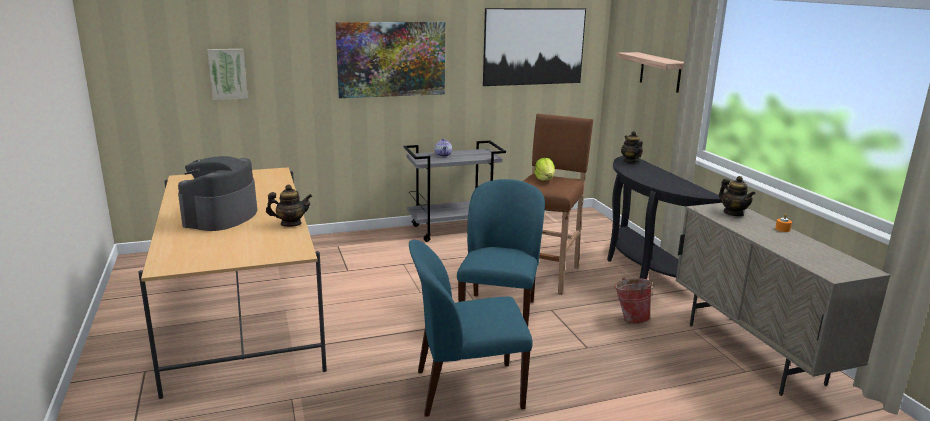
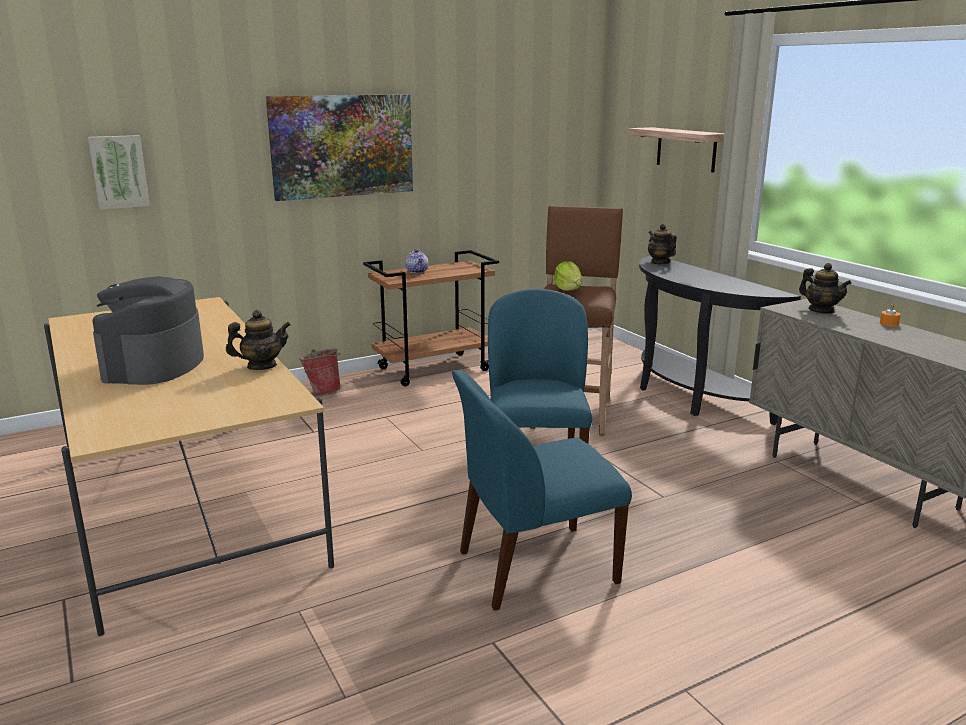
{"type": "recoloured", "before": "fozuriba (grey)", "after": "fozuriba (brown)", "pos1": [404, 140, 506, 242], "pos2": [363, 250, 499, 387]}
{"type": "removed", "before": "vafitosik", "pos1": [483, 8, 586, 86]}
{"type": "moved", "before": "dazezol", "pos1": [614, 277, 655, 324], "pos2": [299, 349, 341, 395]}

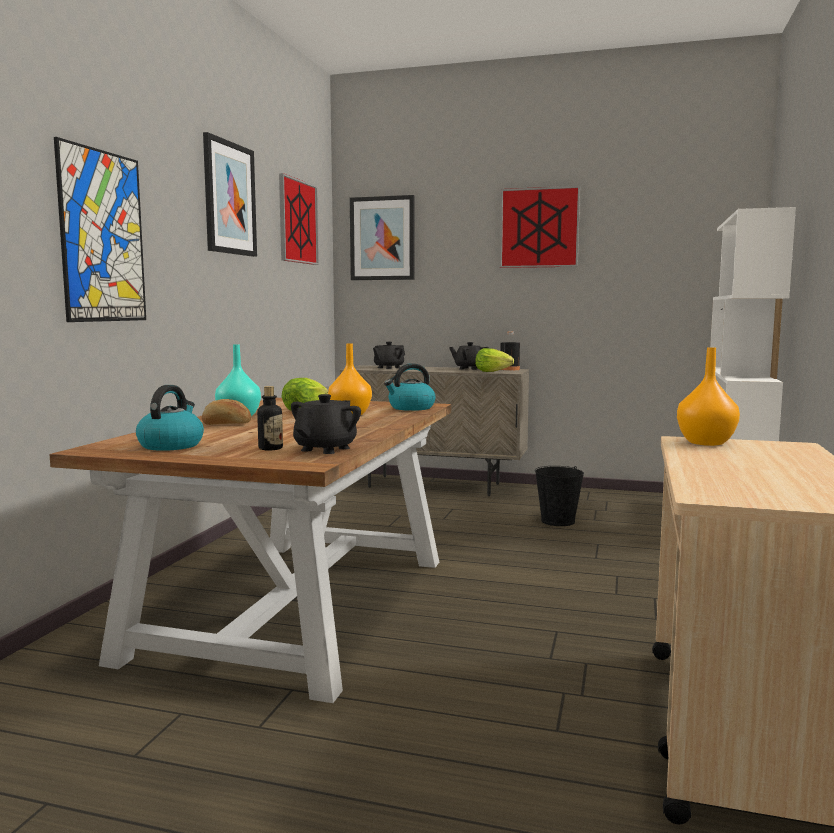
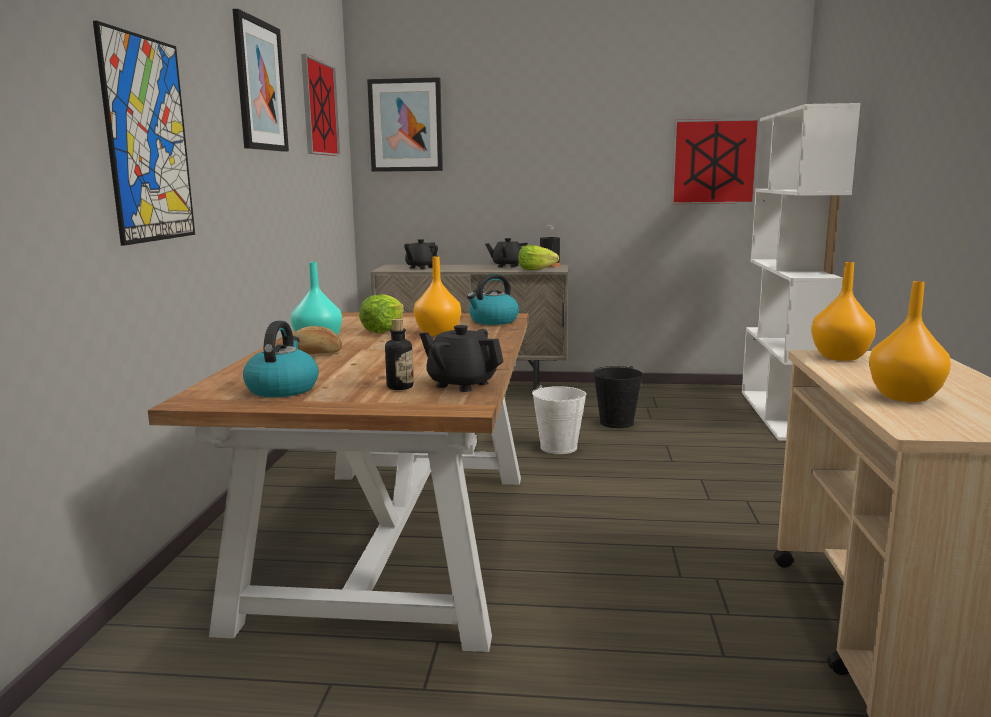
{"type": "turned", "before": "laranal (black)", "pos1": [291, 394, 361, 454], "pos2": [420, 325, 504, 392], "turn": -75}
{"type": "moved", "before": "vafitosik", "pos1": [500, 186, 580, 268], "pos2": [671, 118, 760, 204]}
{"type": "added", "after": "dazezol (white)", "pos2": [532, 385, 586, 454]}
{"type": "added", "after": "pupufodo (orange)", "pos2": [869, 281, 951, 402]}

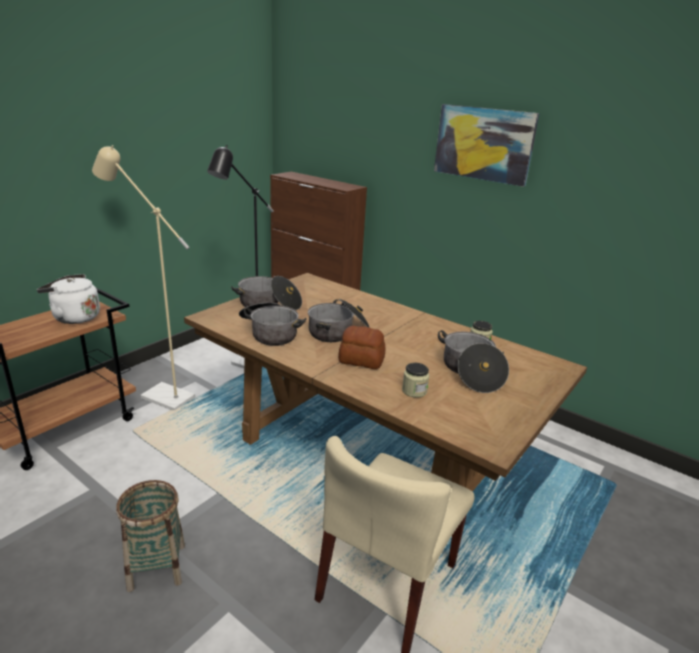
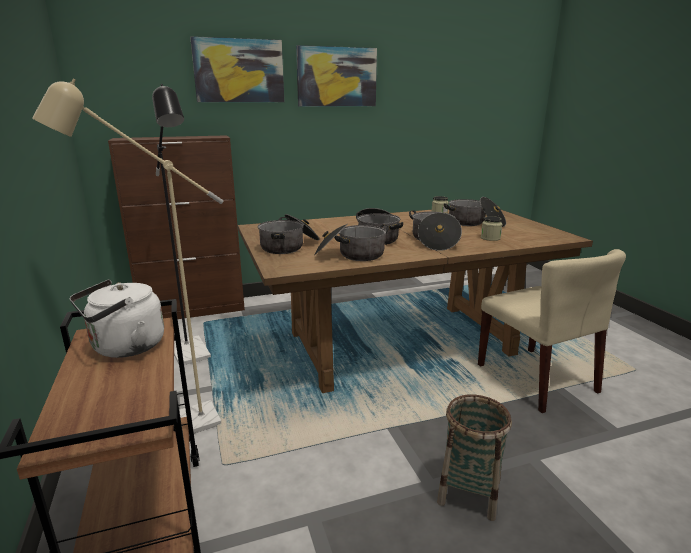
{"type": "replaced", "before": "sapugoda", "after": "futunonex", "pos1": [338, 326, 386, 369], "pos2": [409, 210, 462, 251]}
{"type": "added", "after": "vafitosik", "pos2": [190, 36, 284, 102]}

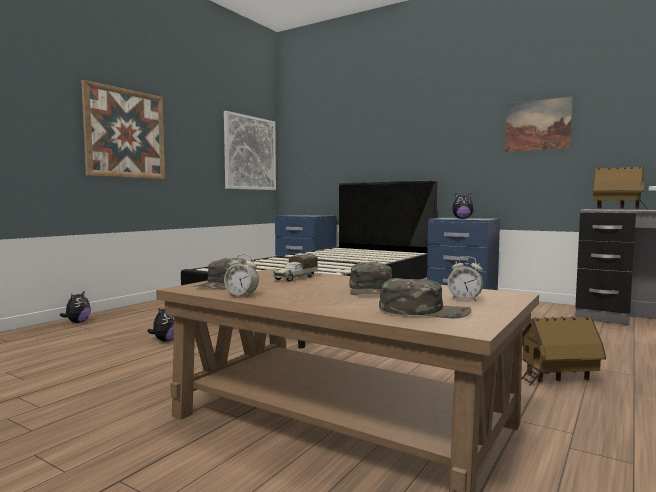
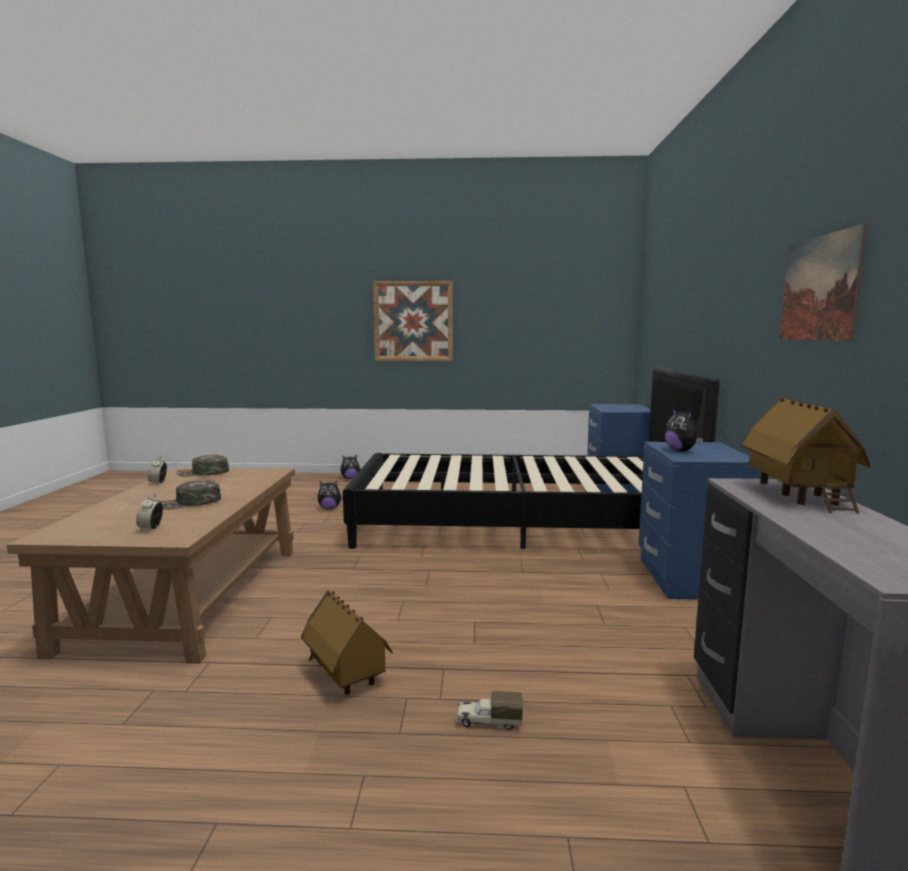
{"type": "removed", "before": "vafitosik", "pos1": [224, 111, 276, 190]}
{"type": "moved", "before": "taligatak", "pos1": [273, 254, 318, 282], "pos2": [456, 691, 523, 730]}
{"type": "removed", "before": "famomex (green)", "pos1": [379, 278, 471, 318]}

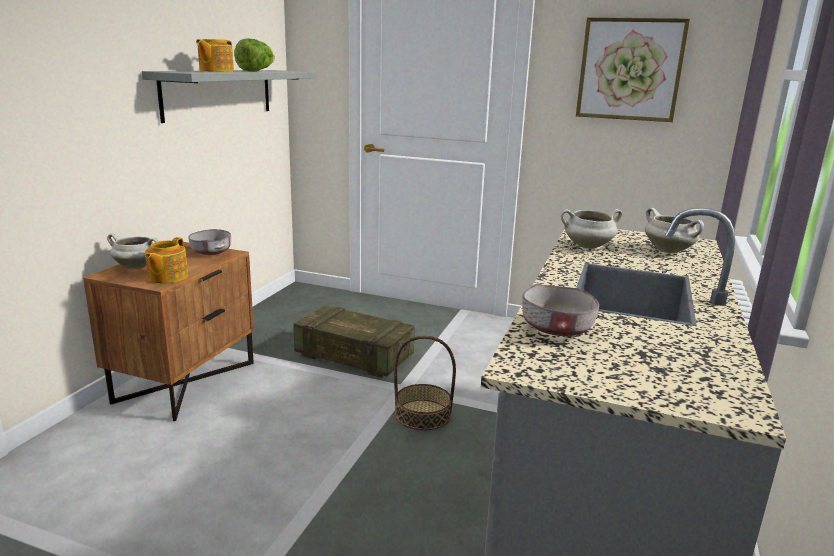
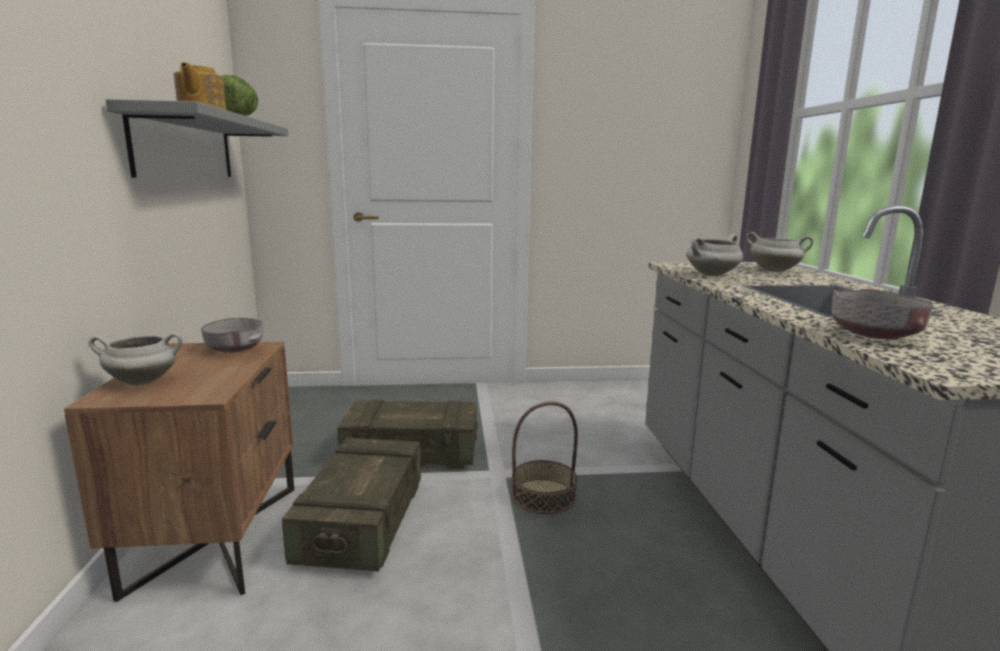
{"type": "removed", "before": "laranal", "pos1": [145, 237, 188, 284]}
{"type": "removed", "before": "vafitosik", "pos1": [576, 17, 690, 122]}
{"type": "added", "after": "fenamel", "pos2": [282, 438, 421, 571]}

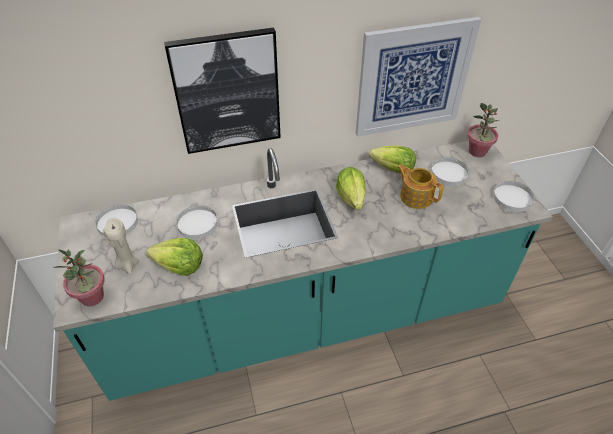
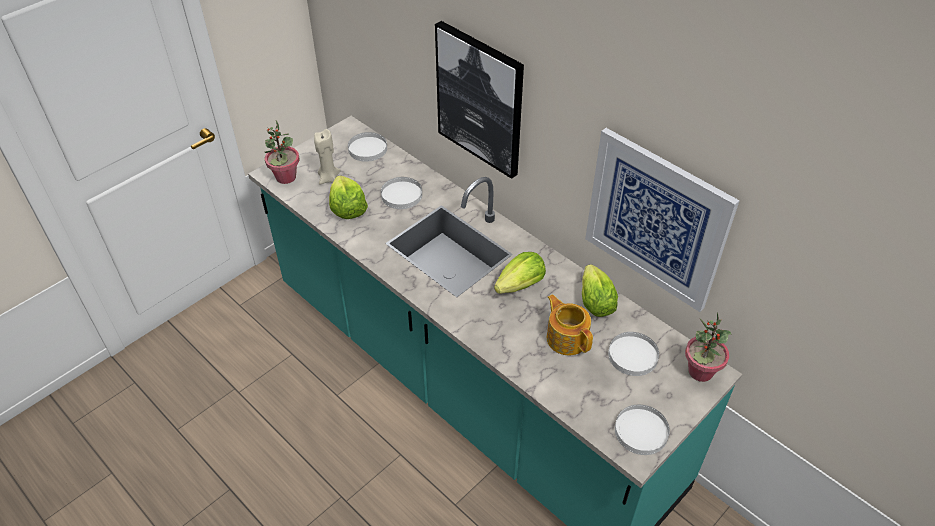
{"type": "turned", "before": "laranal", "pos1": [397, 164, 443, 209], "pos2": [547, 294, 593, 356], "turn": -45}

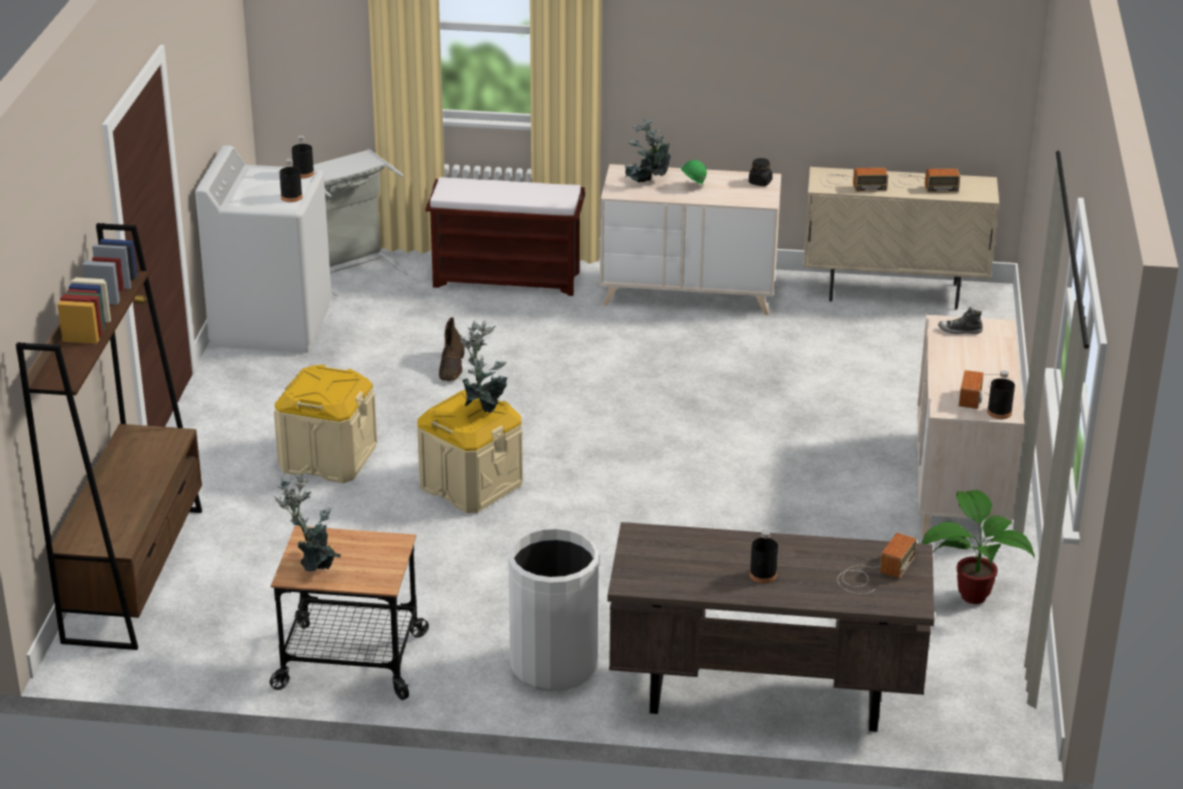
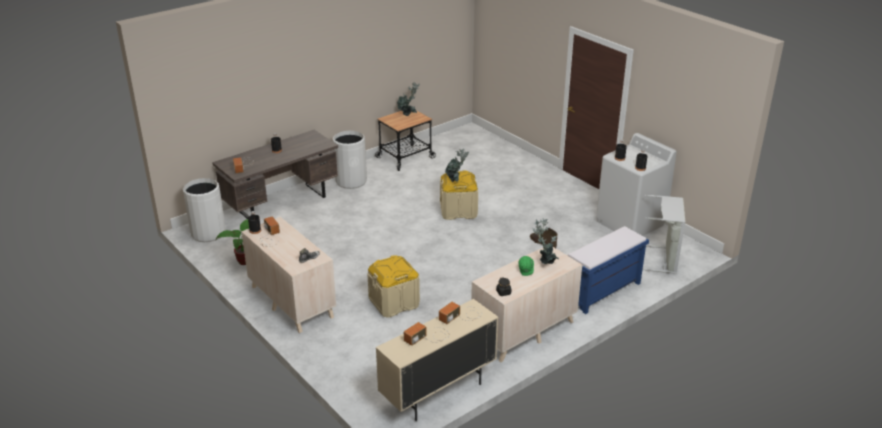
{"type": "removed", "before": "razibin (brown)", "pos1": [16, 223, 202, 650]}
{"type": "moved", "before": "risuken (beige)", "pos1": [274, 365, 377, 483], "pos2": [367, 256, 420, 318]}
{"type": "recoloured", "before": "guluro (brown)", "after": "guluro (blue)", "pos1": [426, 177, 585, 296], "pos2": [568, 226, 649, 314]}
{"type": "added", "after": "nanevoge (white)", "pos2": [183, 178, 226, 242]}

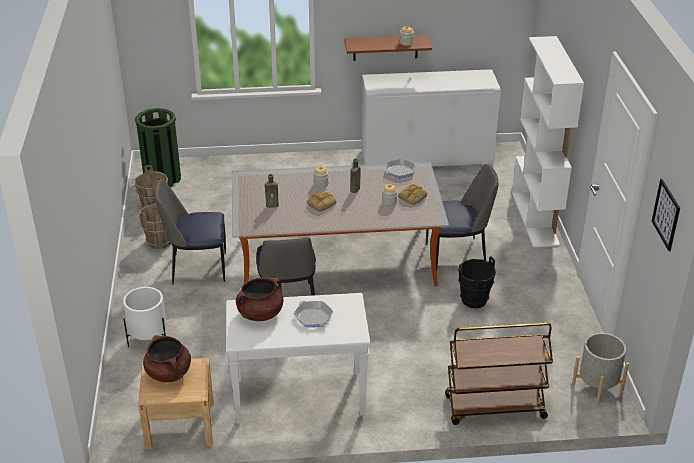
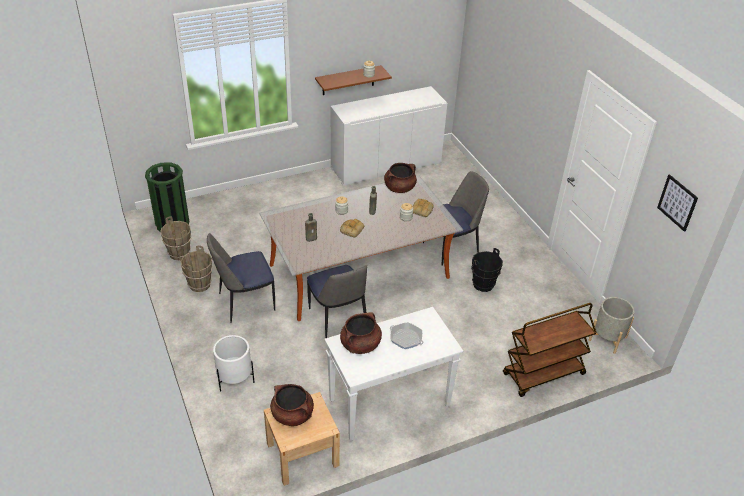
{"type": "replaced", "before": "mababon", "after": "futunonex (brown)", "pos1": [383, 159, 417, 179], "pos2": [384, 163, 417, 193]}
{"type": "removed", "before": "razibin (white)", "pos1": [512, 36, 584, 247]}

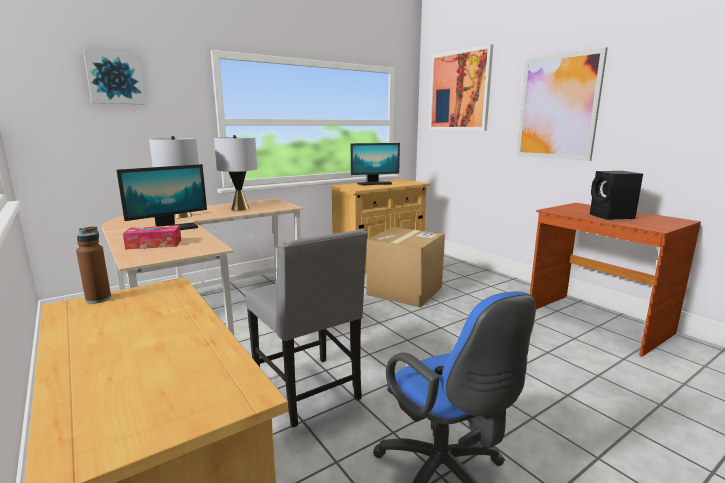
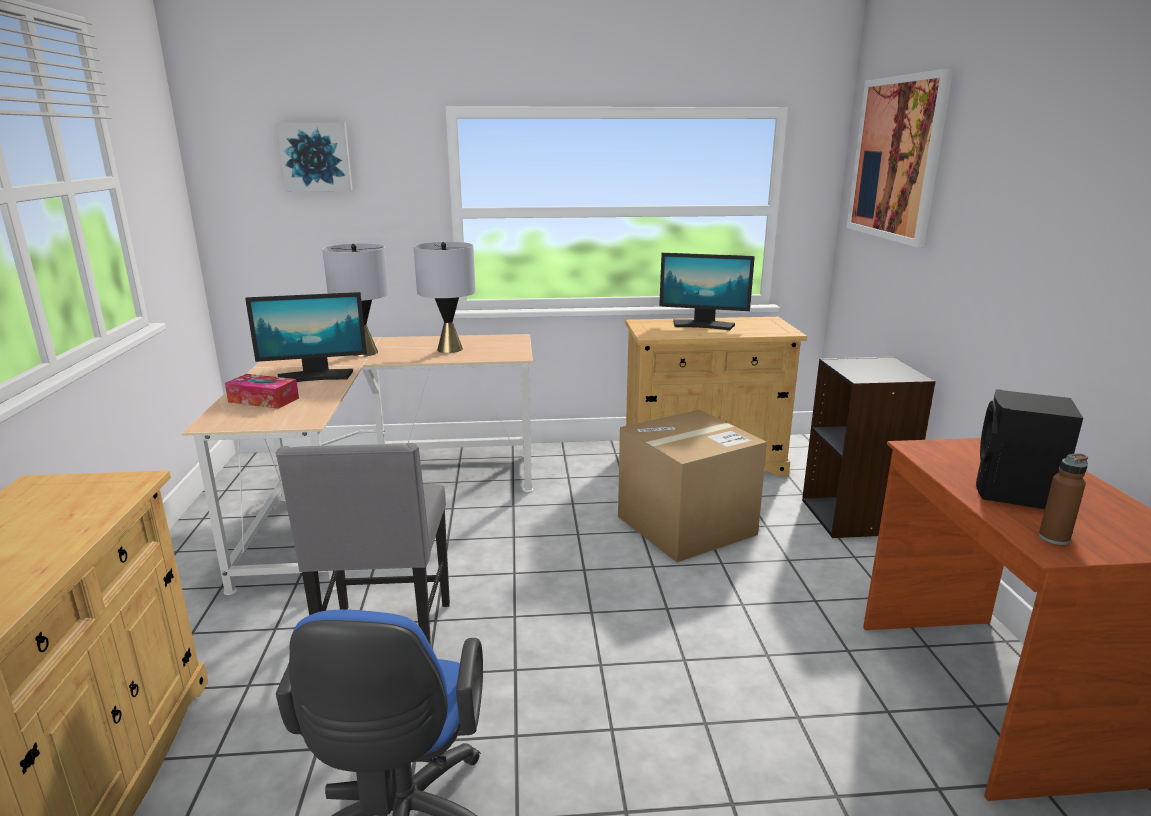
{"type": "moved", "before": "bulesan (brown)", "pos1": [76, 226, 111, 304], "pos2": [1039, 453, 1088, 545]}
{"type": "removed", "before": "vafitosik", "pos1": [516, 47, 608, 161]}
{"type": "added", "after": "razibin (black)", "pos2": [802, 357, 936, 538]}

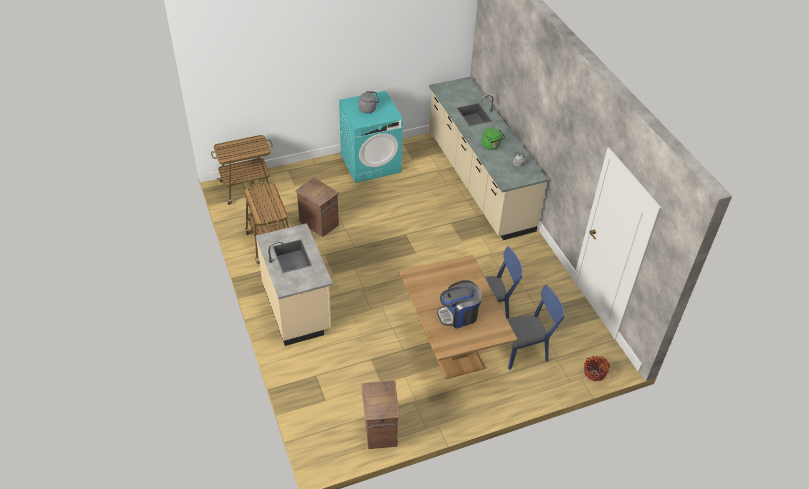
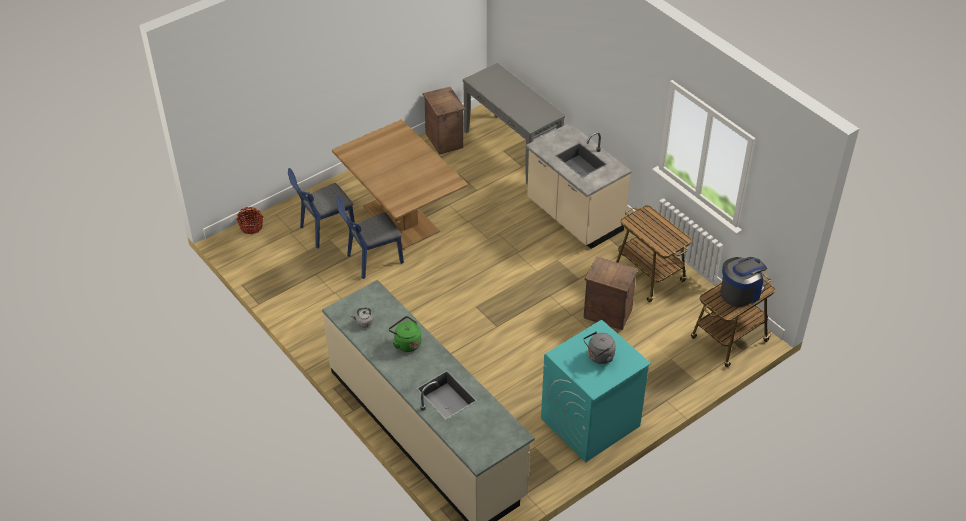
{"type": "moved", "before": "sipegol", "pos1": [437, 280, 482, 329], "pos2": [720, 257, 767, 307]}
{"type": "added", "after": "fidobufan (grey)", "pos2": [463, 63, 565, 185]}

